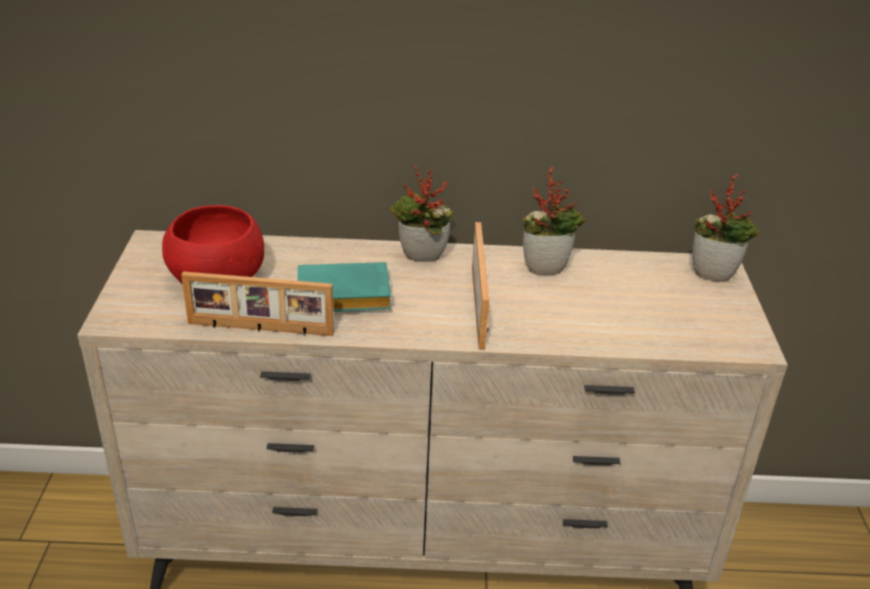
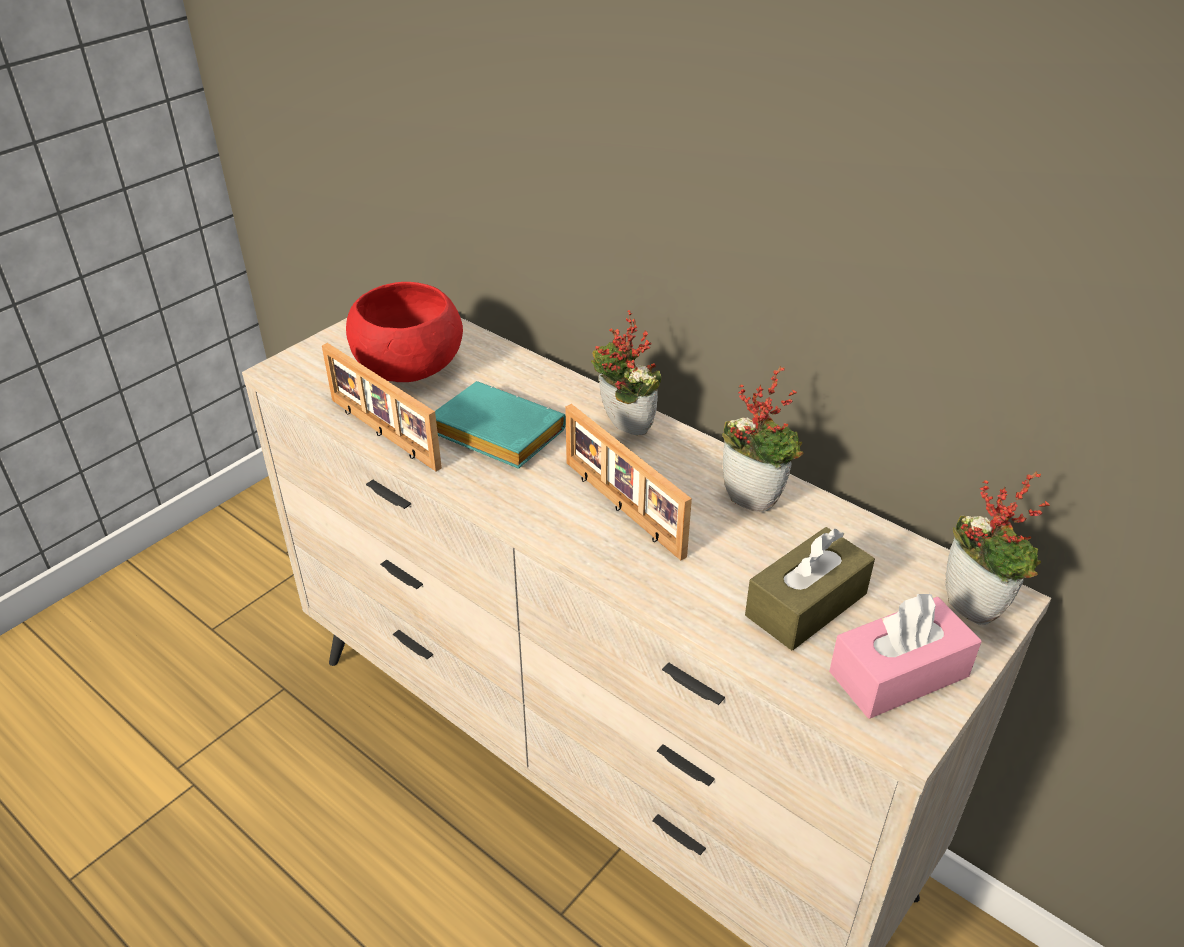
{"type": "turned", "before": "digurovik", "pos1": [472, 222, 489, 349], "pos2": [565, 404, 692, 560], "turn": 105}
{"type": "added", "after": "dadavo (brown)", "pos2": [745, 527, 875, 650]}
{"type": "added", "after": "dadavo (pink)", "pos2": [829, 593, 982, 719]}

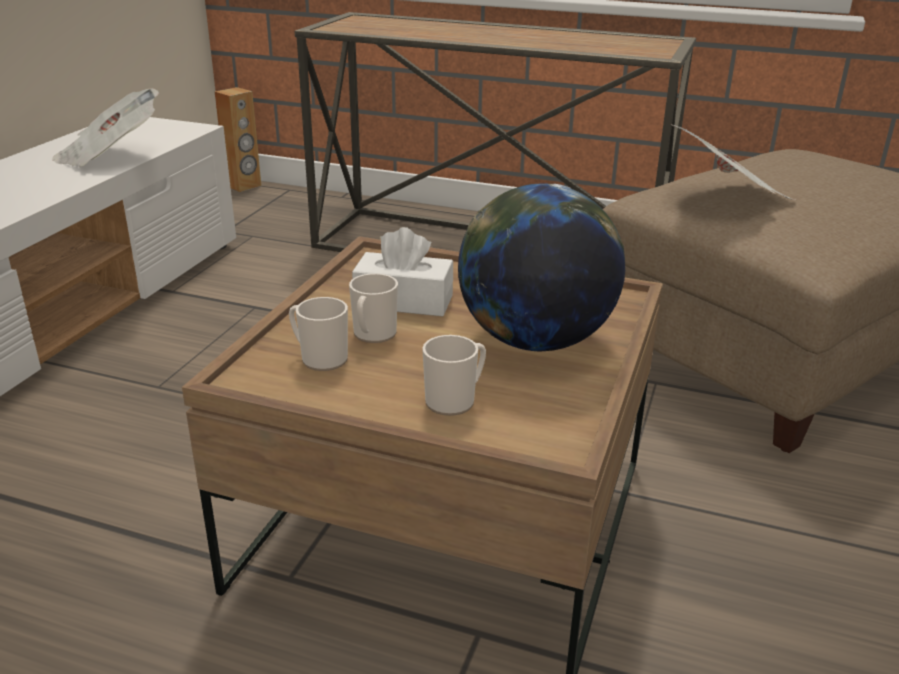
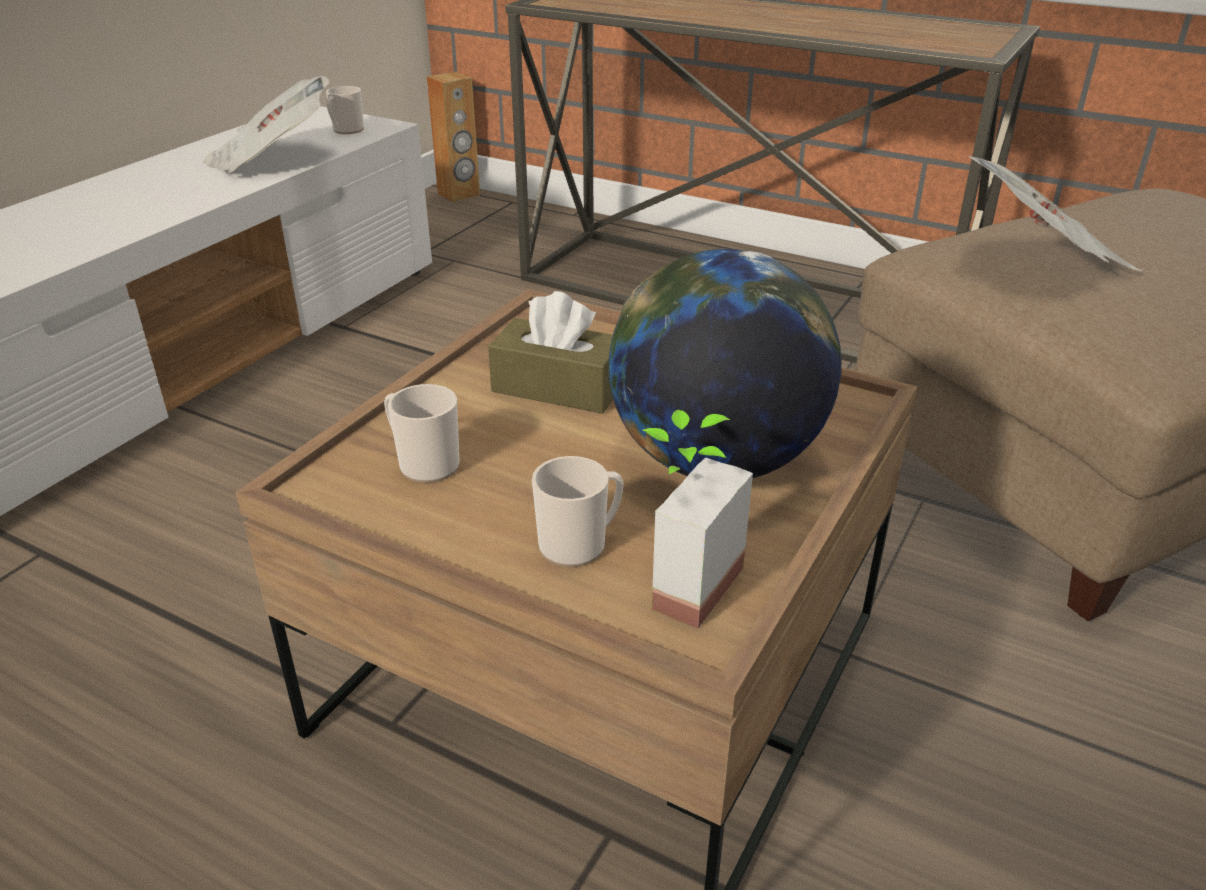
{"type": "moved", "before": "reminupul", "pos1": [349, 273, 398, 343], "pos2": [326, 86, 364, 134]}
{"type": "recoloured", "before": "dadavo (white)", "after": "dadavo (brown)", "pos1": [352, 227, 453, 316], "pos2": [488, 291, 613, 414]}
{"type": "added", "after": "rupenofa", "pos2": [643, 410, 753, 629]}

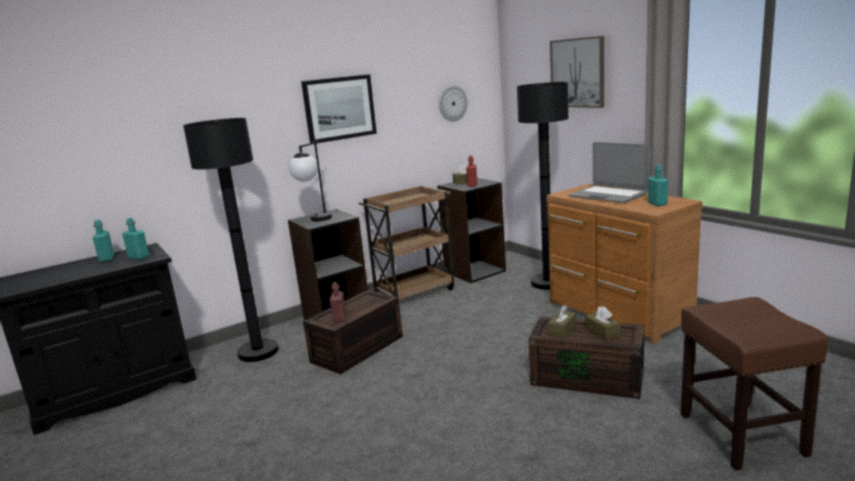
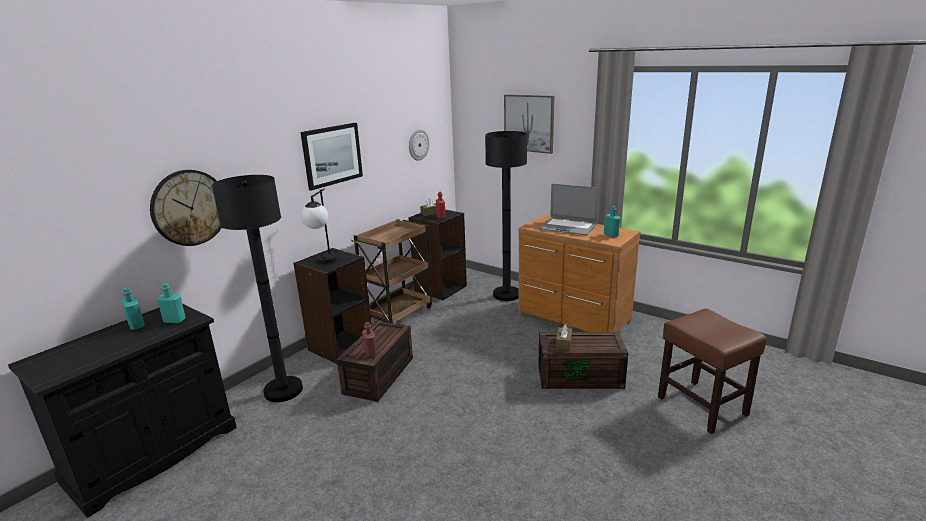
{"type": "removed", "before": "dadavo (brown)", "pos1": [585, 306, 620, 340]}
{"type": "added", "after": "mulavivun", "pos2": [150, 170, 222, 246]}

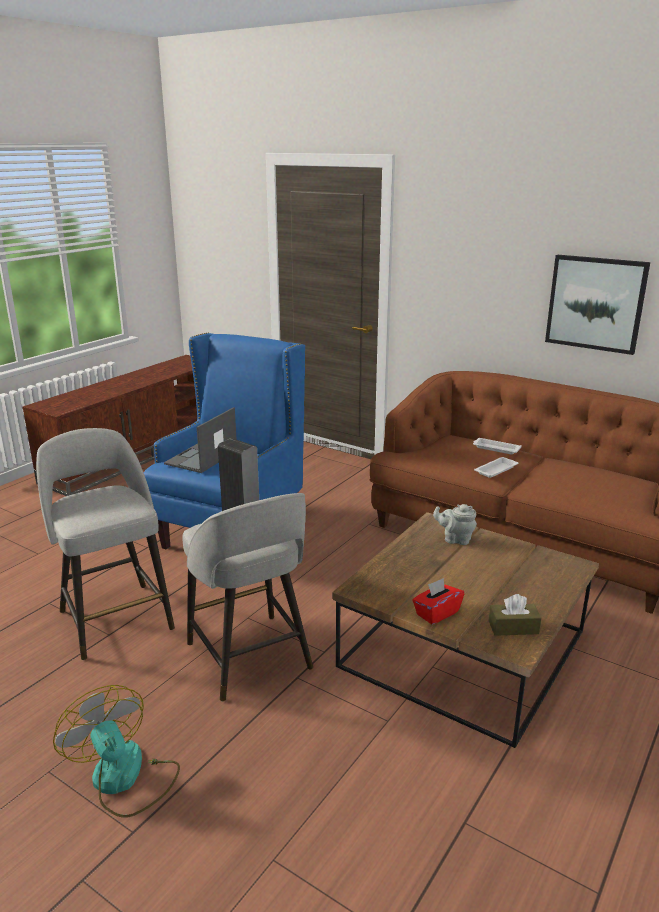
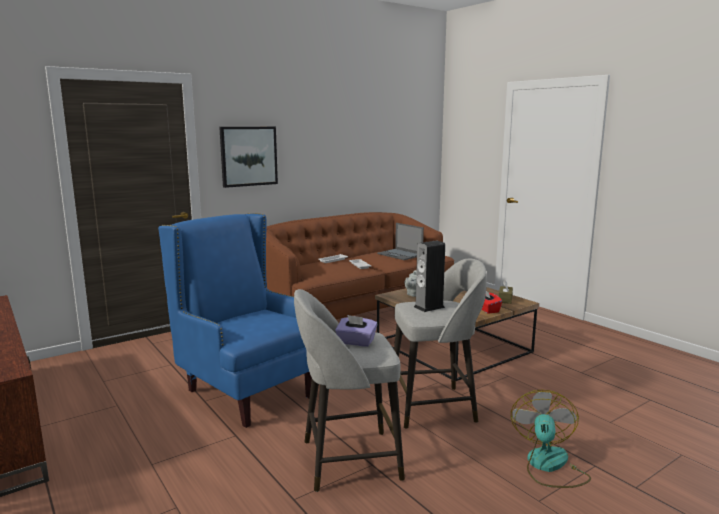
{"type": "turned", "before": "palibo", "pos1": [53, 685, 180, 818], "pos2": [511, 390, 591, 488], "turn": 120}
{"type": "moved", "before": "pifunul", "pos1": [164, 407, 237, 473], "pos2": [377, 223, 424, 260]}
{"type": "moved", "before": "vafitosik", "pos1": [545, 255, 650, 355], "pos2": [219, 127, 278, 188]}
{"type": "added", "after": "dadavo (purple)", "pos2": [335, 315, 377, 347]}

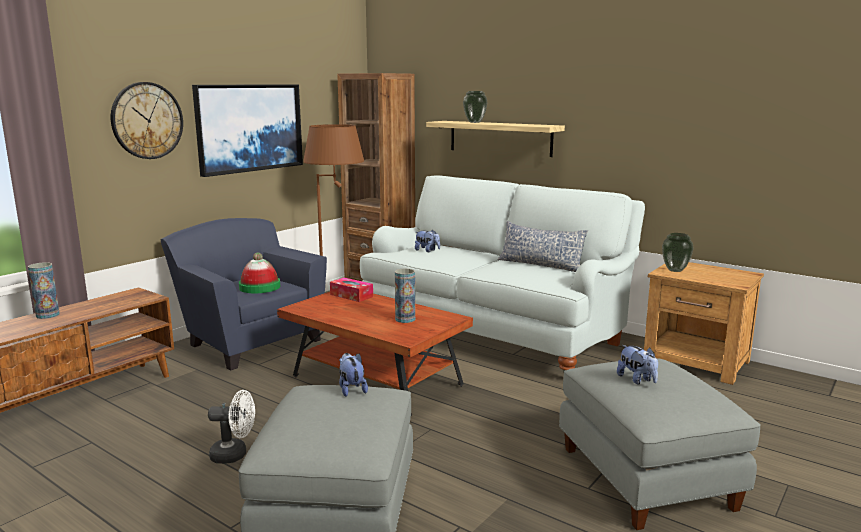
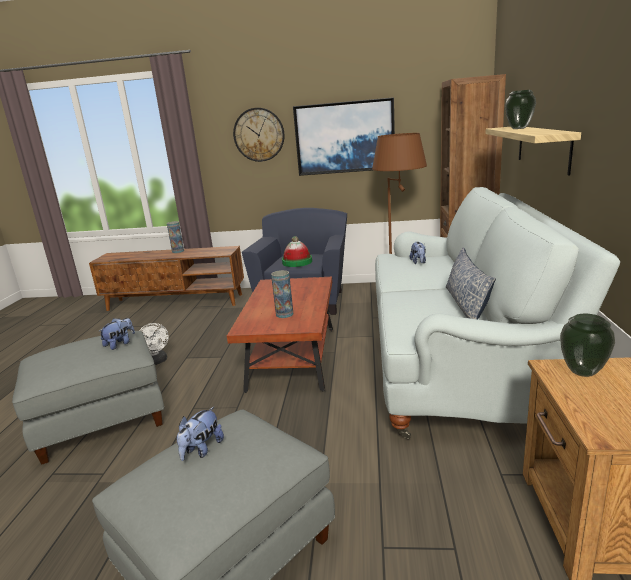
{"type": "removed", "before": "dadavo", "pos1": [330, 278, 373, 302]}

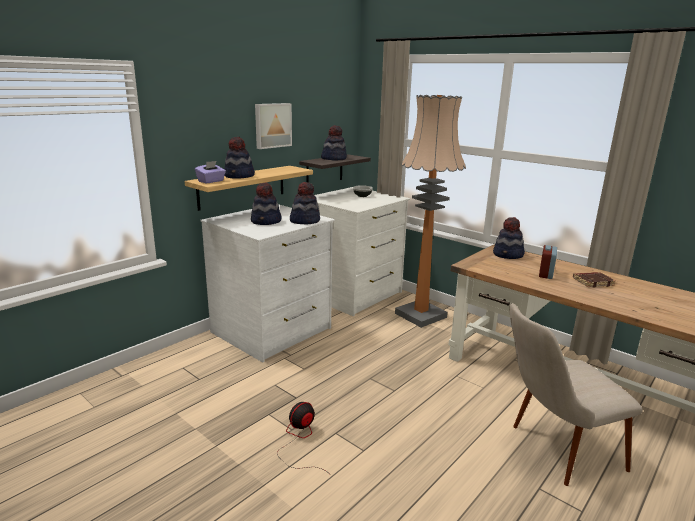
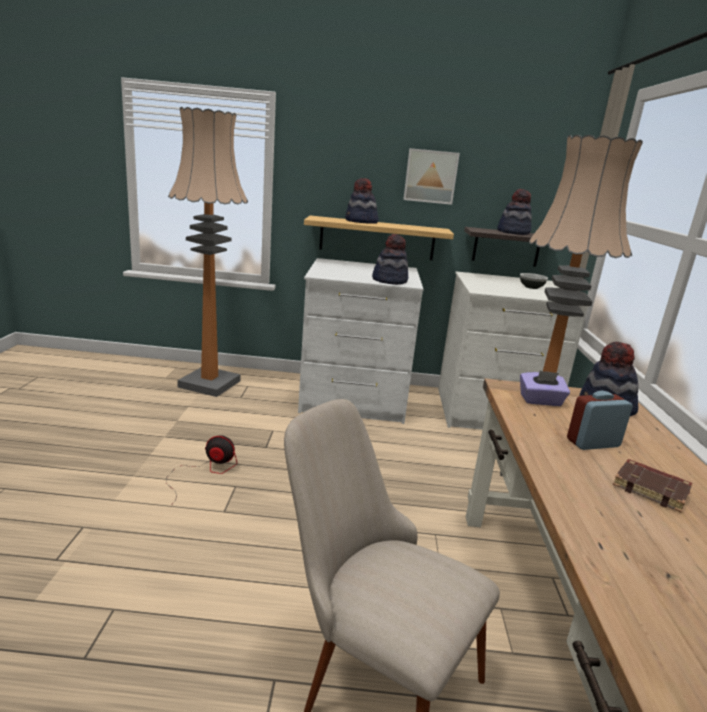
{"type": "moved", "before": "dadavo (purple)", "pos1": [195, 161, 226, 183], "pos2": [520, 371, 570, 406]}
{"type": "removed", "before": "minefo", "pos1": [251, 183, 282, 225]}
{"type": "added", "after": "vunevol", "pos2": [168, 107, 248, 397]}

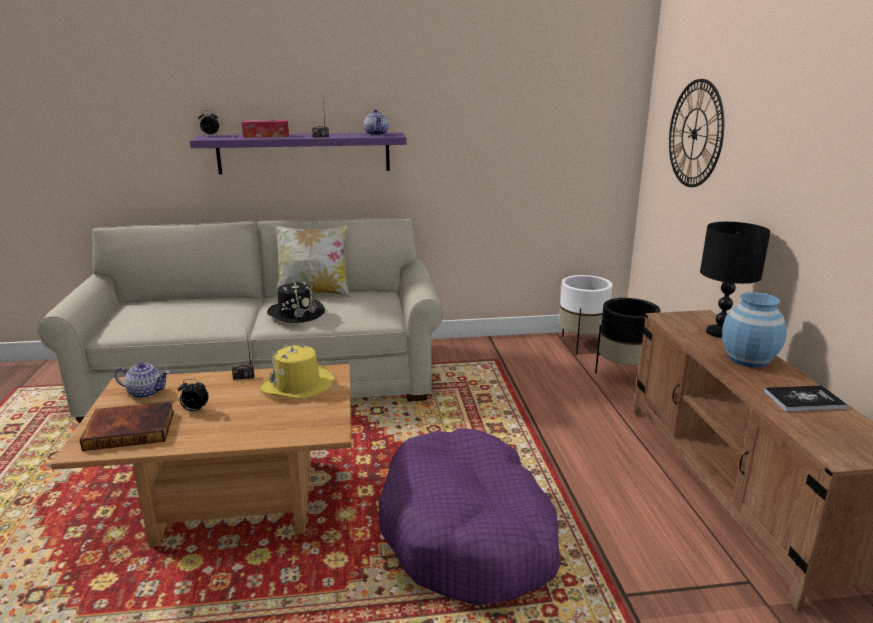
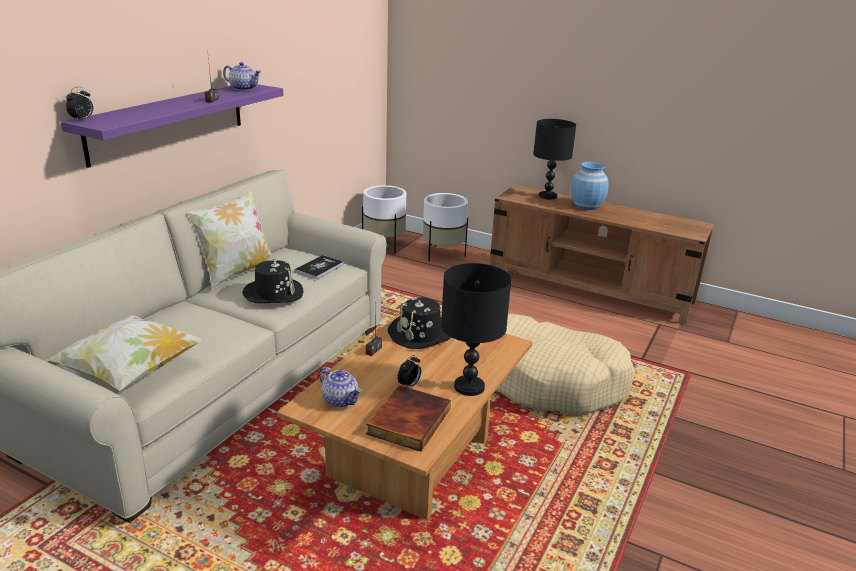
{"type": "turned", "before": "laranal", "pos1": [115, 362, 169, 398], "pos2": [319, 367, 362, 408], "turn": 90}
{"type": "removed", "before": "dadavo", "pos1": [242, 119, 289, 138]}
{"type": "recoloured", "before": "minefo (yellow)", "after": "minefo (black)", "pos1": [260, 344, 334, 399], "pos2": [387, 297, 452, 349]}
{"type": "recoloured", "before": "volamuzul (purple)", "after": "volamuzul (beige)", "pos1": [379, 428, 560, 605], "pos2": [497, 314, 636, 414]}
{"type": "recoloured", "before": "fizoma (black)", "after": "fizoma (white)", "pos1": [595, 298, 660, 374], "pos2": [423, 193, 468, 261]}
{"type": "removed", "before": "mulavivun", "pos1": [669, 79, 724, 187]}
{"type": "moved", "before": "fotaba", "pos1": [764, 386, 848, 412], "pos2": [295, 255, 344, 279]}
{"type": "added", "after": "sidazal", "pos2": [47, 315, 204, 391]}
{"type": "added", "after": "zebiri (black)", "pos2": [441, 263, 511, 396]}

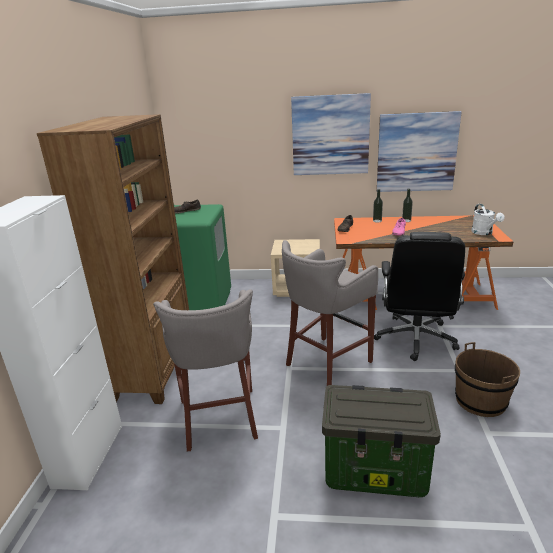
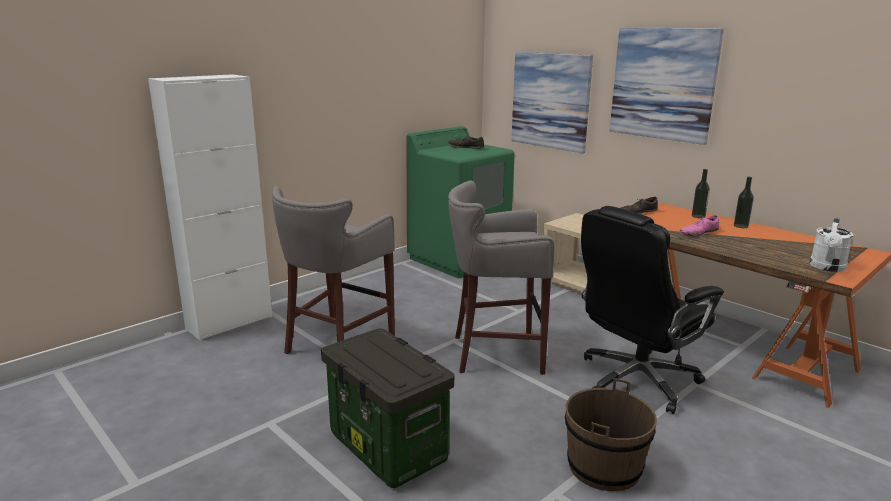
{"type": "removed", "before": "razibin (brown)", "pos1": [37, 114, 189, 404]}
{"type": "moved", "before": "vafitosik", "pos1": [377, 111, 461, 192], "pos2": [511, 52, 593, 153]}

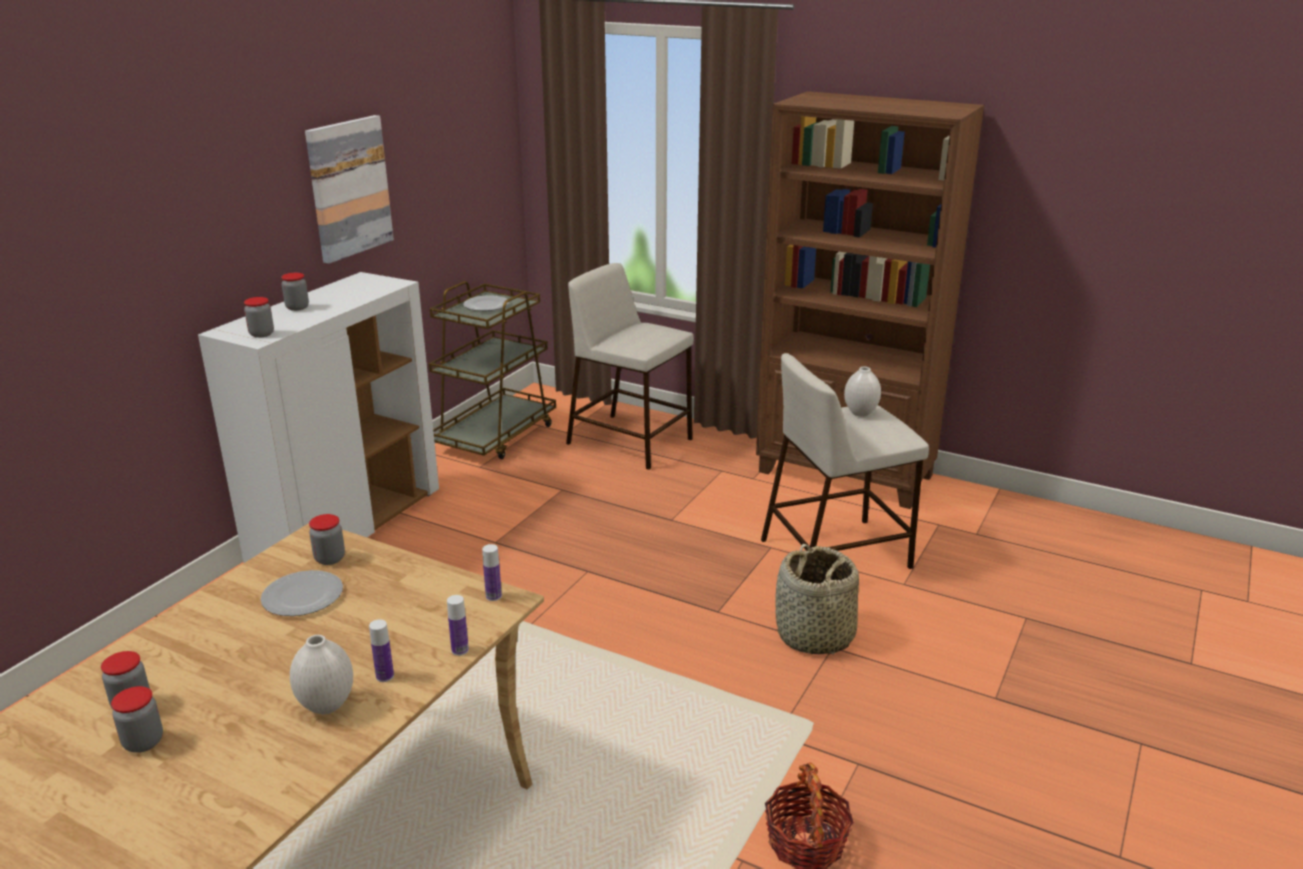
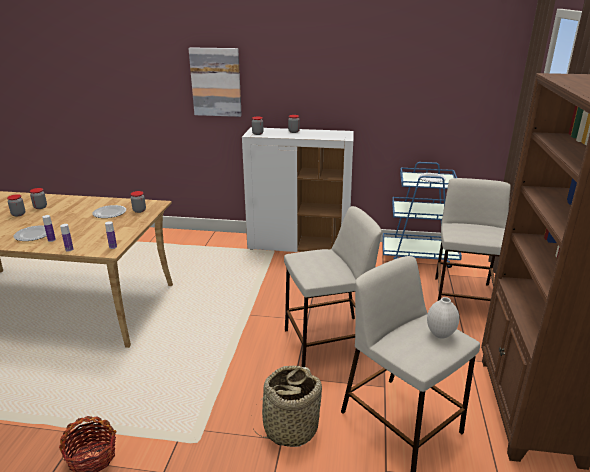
{"type": "replaced", "before": "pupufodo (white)", "after": "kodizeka", "pos1": [290, 635, 353, 714], "pos2": [13, 225, 47, 241]}
{"type": "moved", "before": "vafitosik", "pos1": [305, 115, 394, 264], "pos2": [188, 48, 242, 117]}
{"type": "recoloured", "before": "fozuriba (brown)", "after": "fozuriba (blue)", "pos1": [429, 281, 556, 459], "pos2": [383, 162, 462, 268]}
{"type": "added", "after": "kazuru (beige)", "pos2": [284, 206, 382, 367]}

